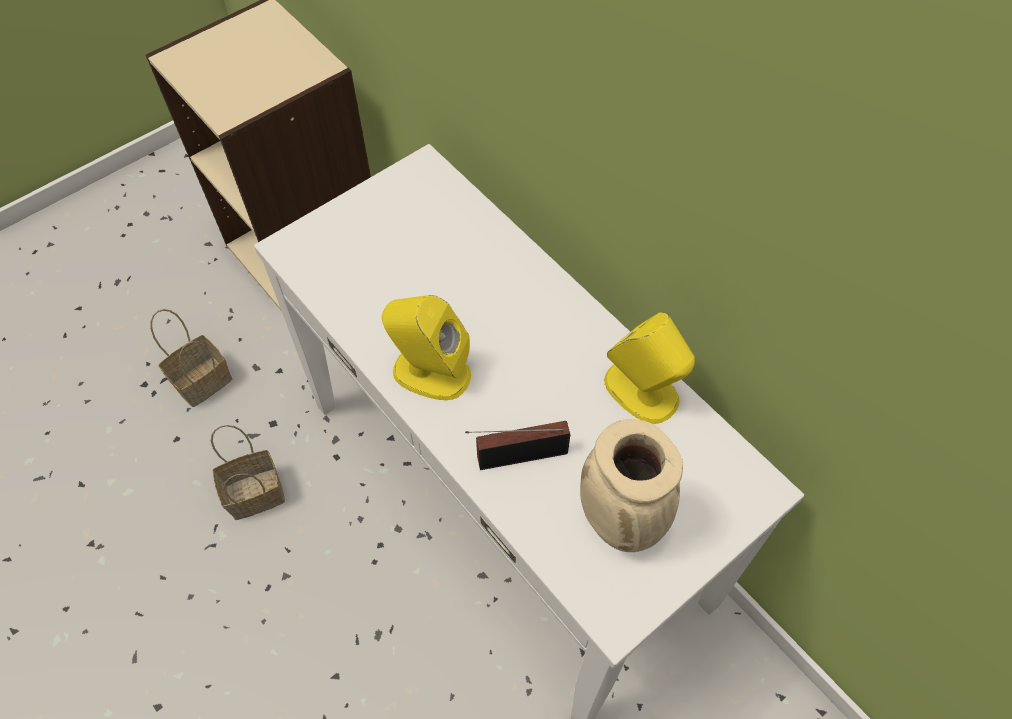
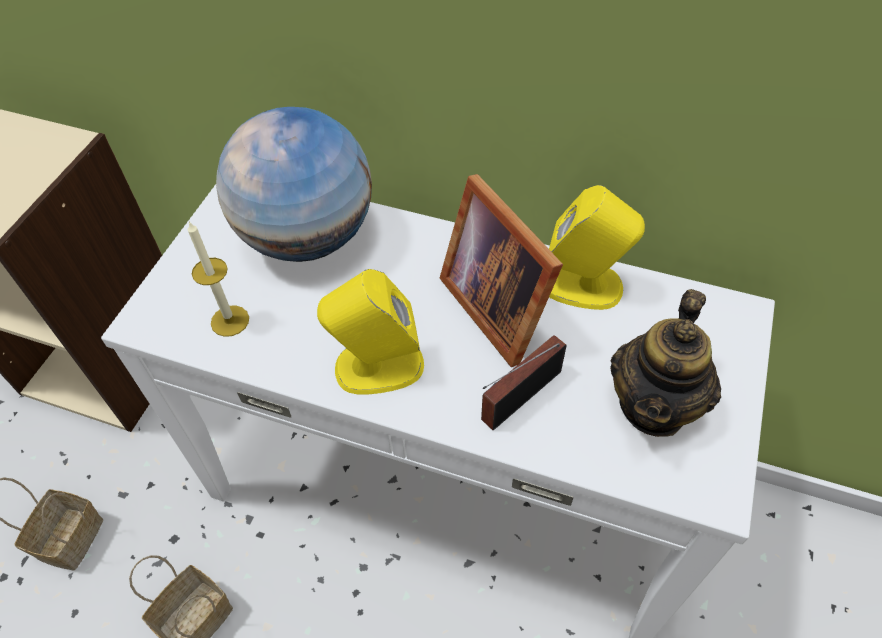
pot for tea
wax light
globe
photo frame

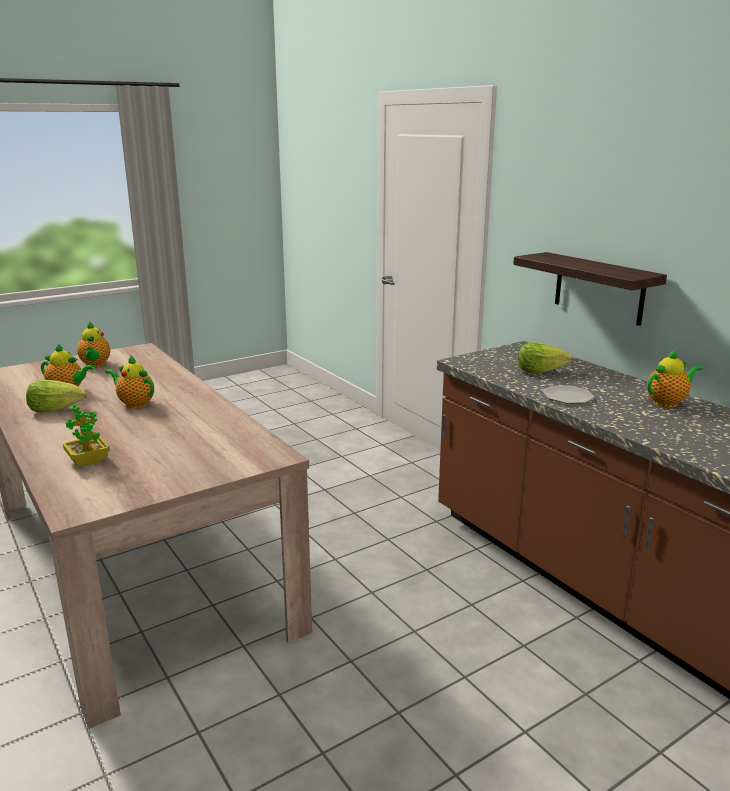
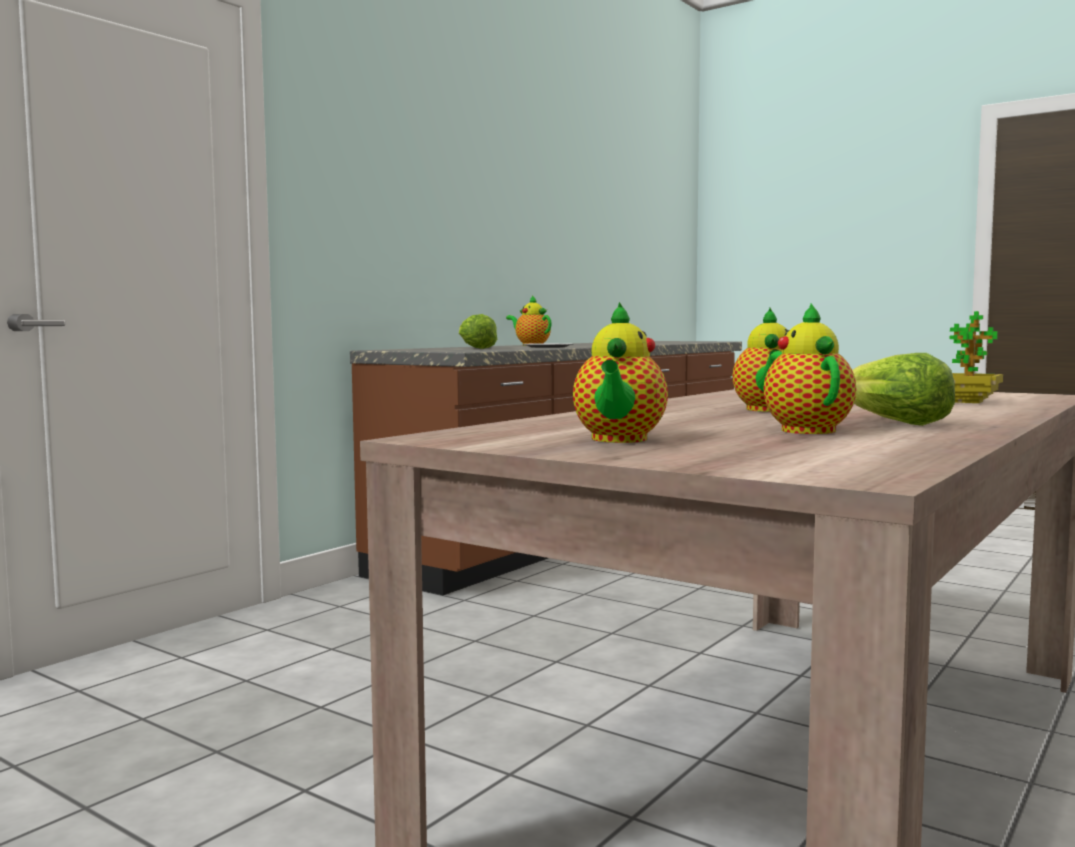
pot for tea (2nd from left)
wall shelf

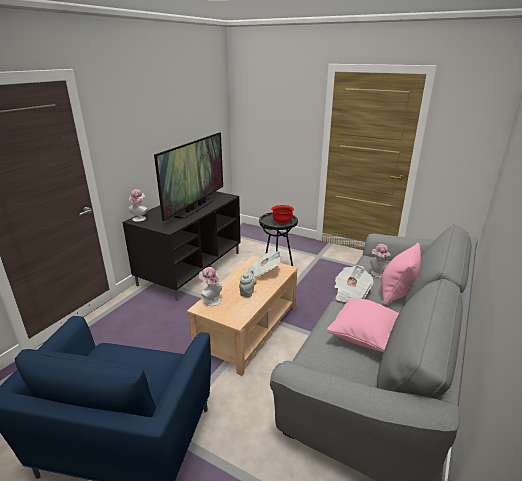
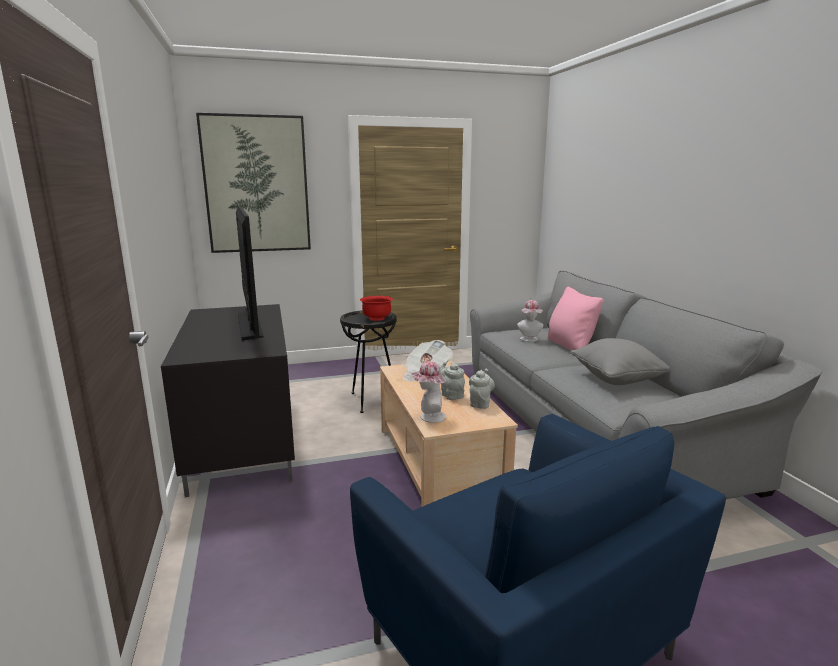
hat (1st from left in the first image)
grey pillow
printed paper (2nd from left in the first image)
wall picture
grey pot for tea (2nd from left)

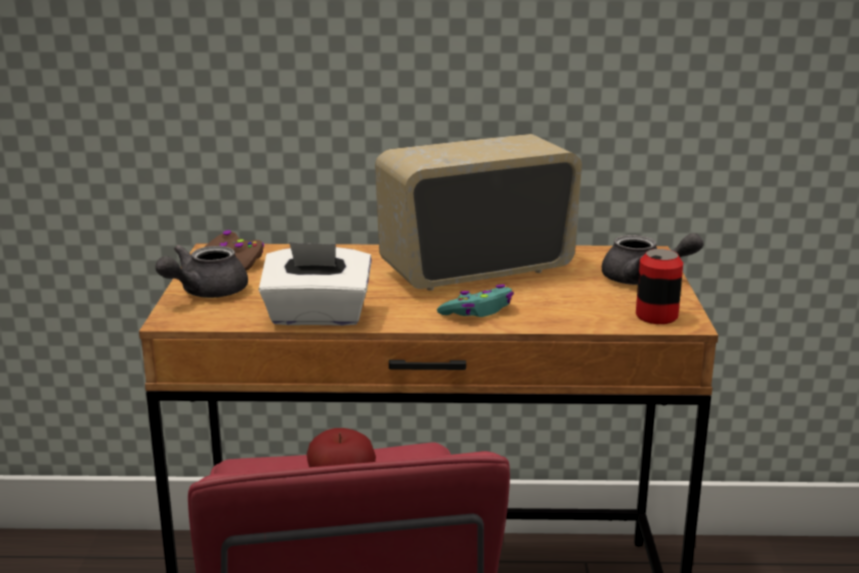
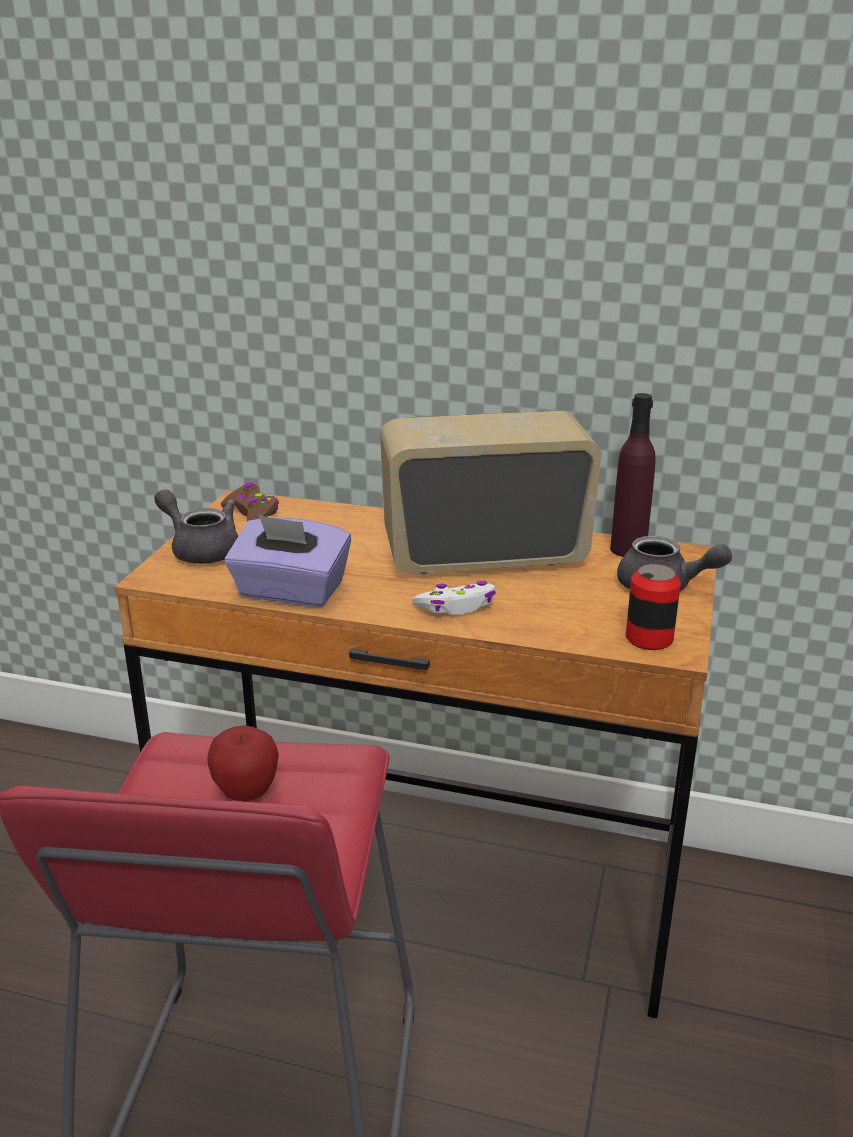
grey pot for tea (1st from left)
purple tissue holder
white gamepad
purple beverage bottle

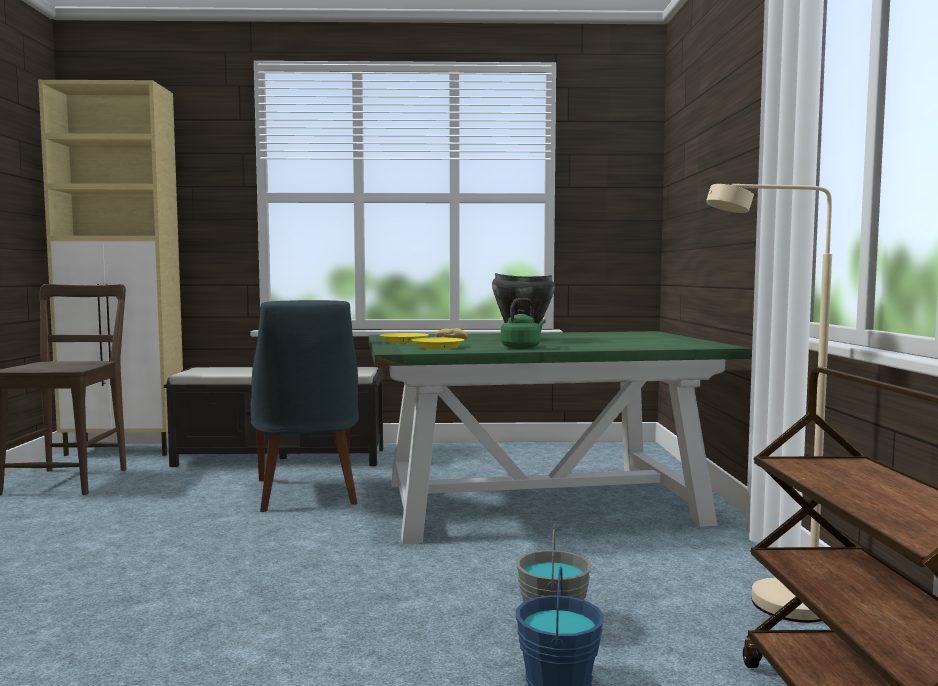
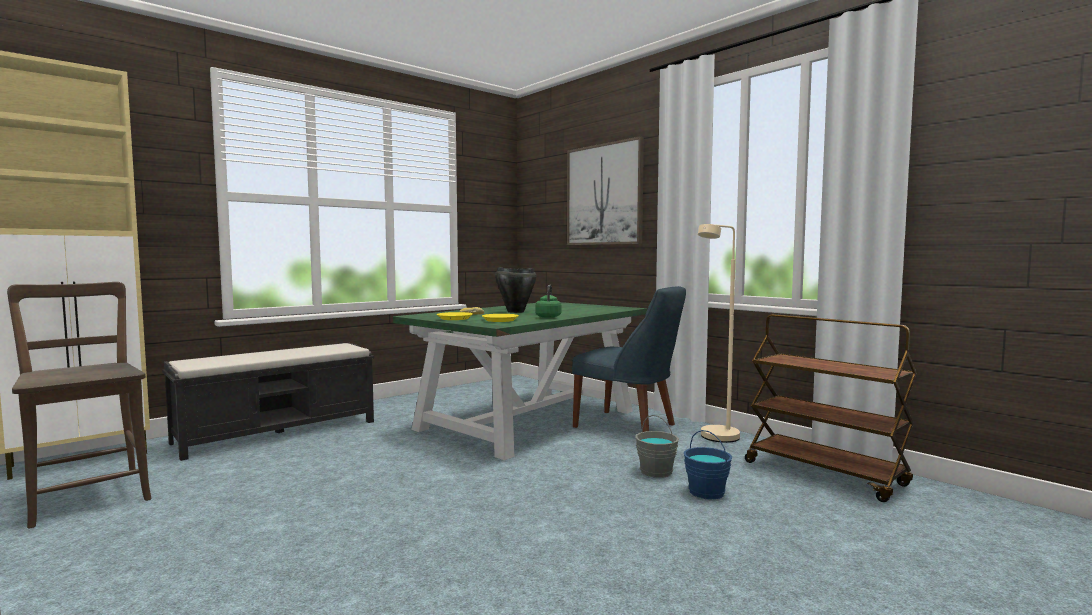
bluish upright chair
wall picture

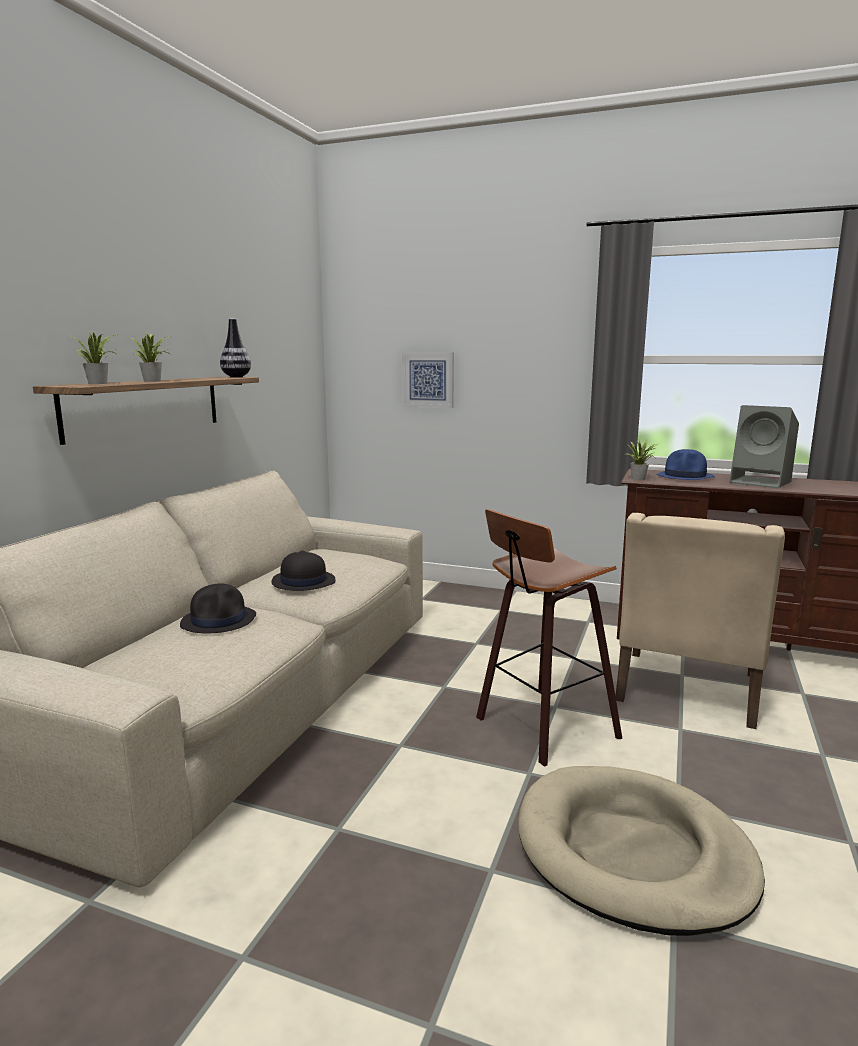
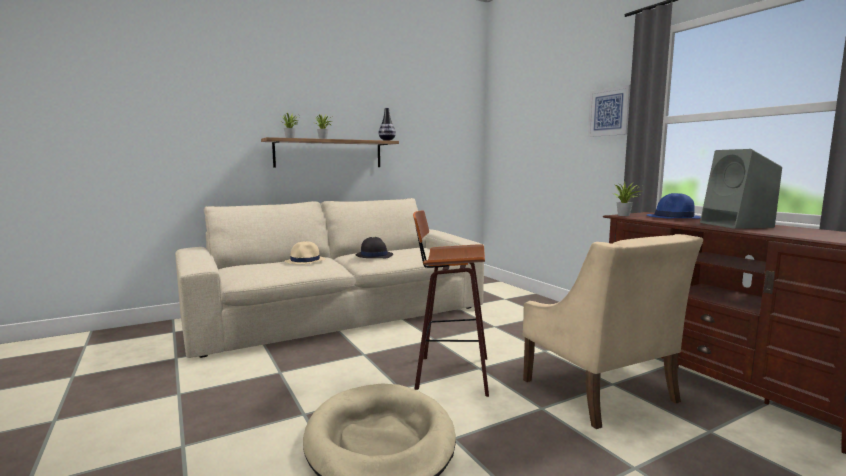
beige hat
wall picture
beige armchair

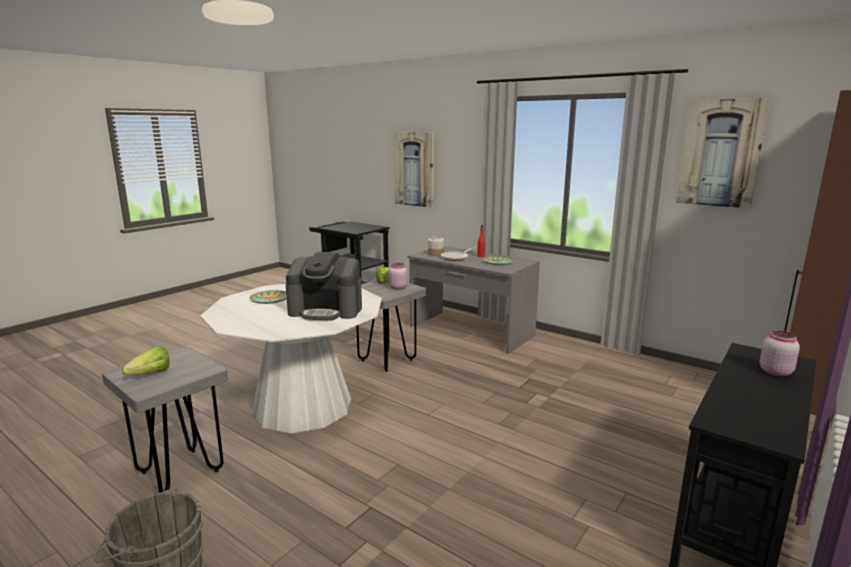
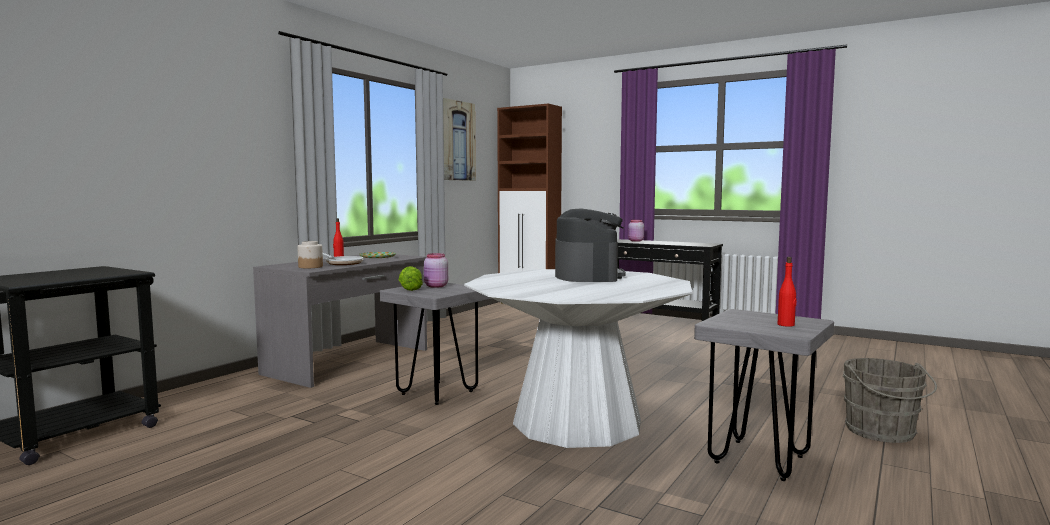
red-coloured beverage bottle (2nd from left)
plate (1st from left in the first image)
wall picture (1st from left in the first image)

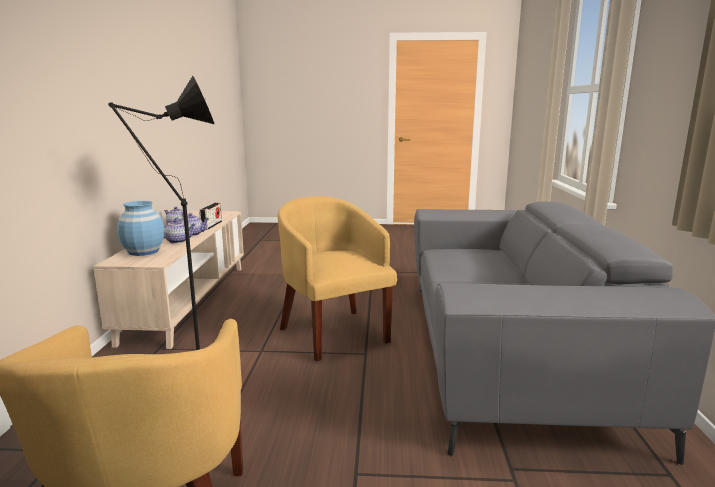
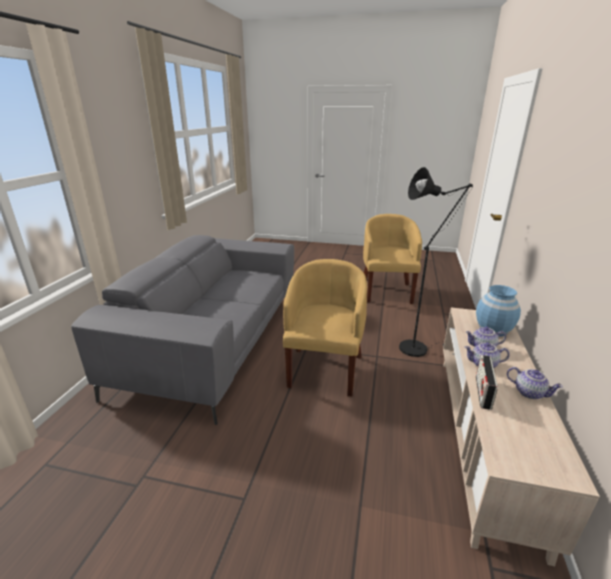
yellow armchair (1st from left)

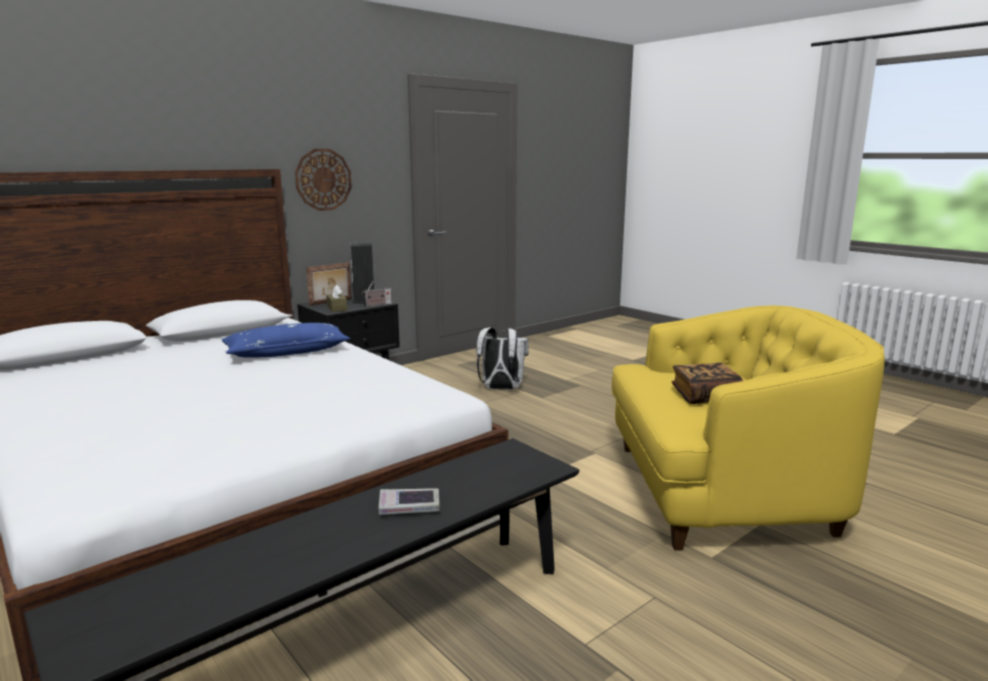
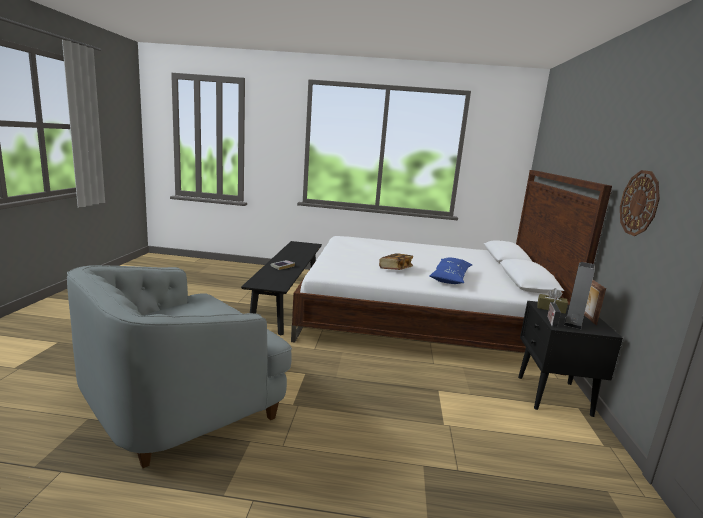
white knapsack
grey armchair
volume (2nd from left)

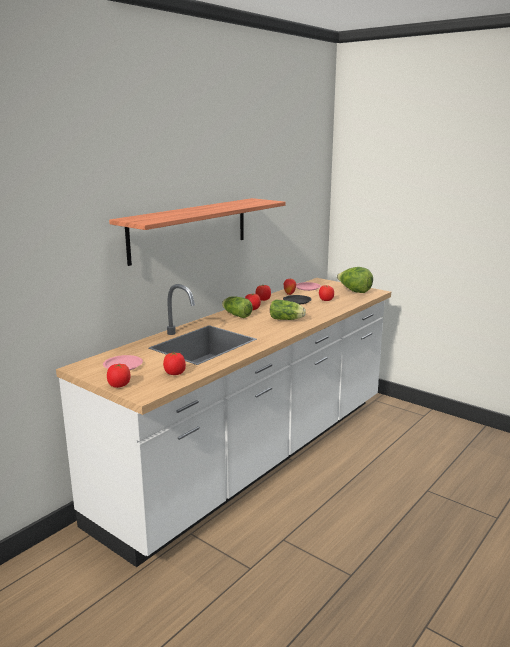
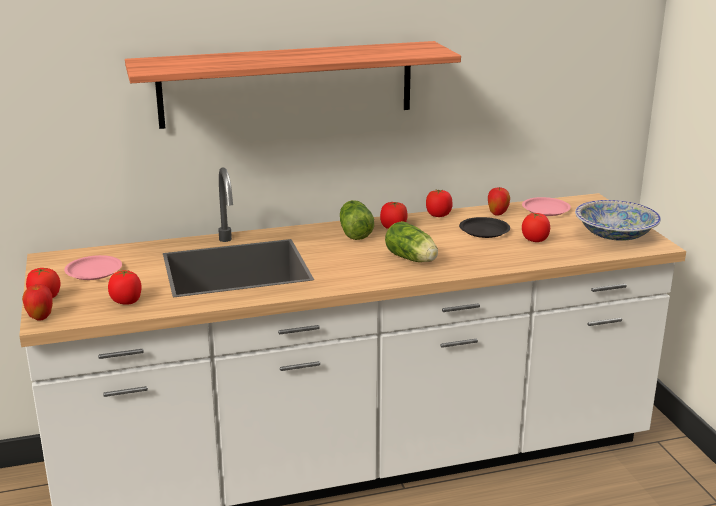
deep dish
whole apple (1st from left)

